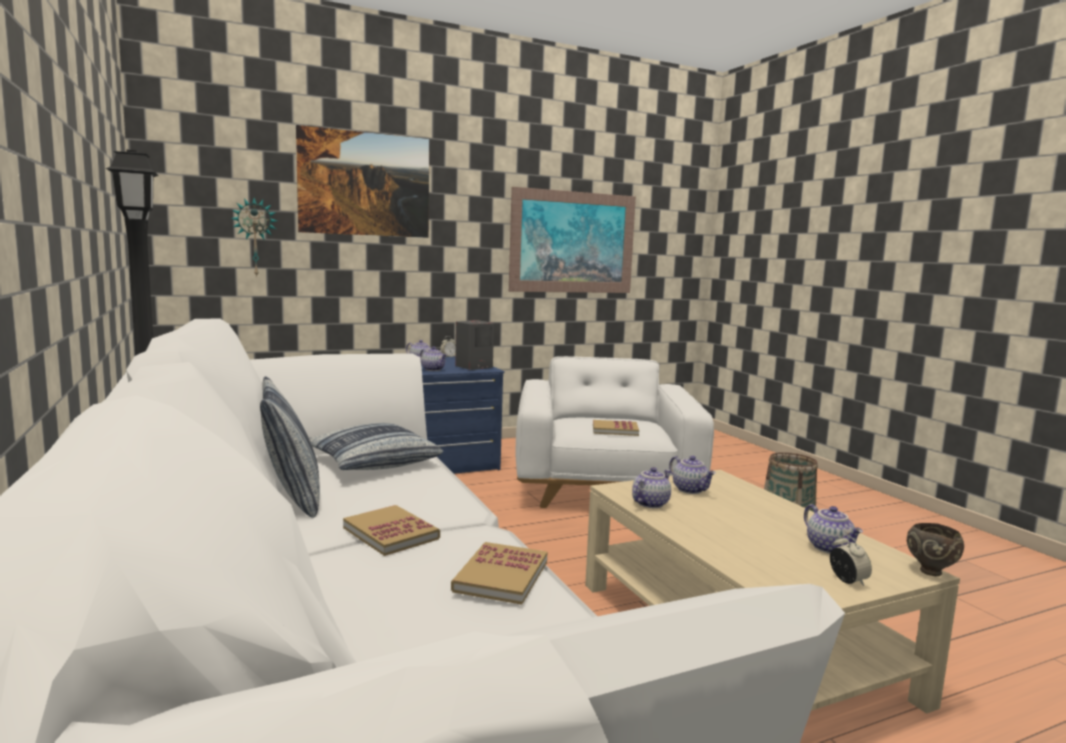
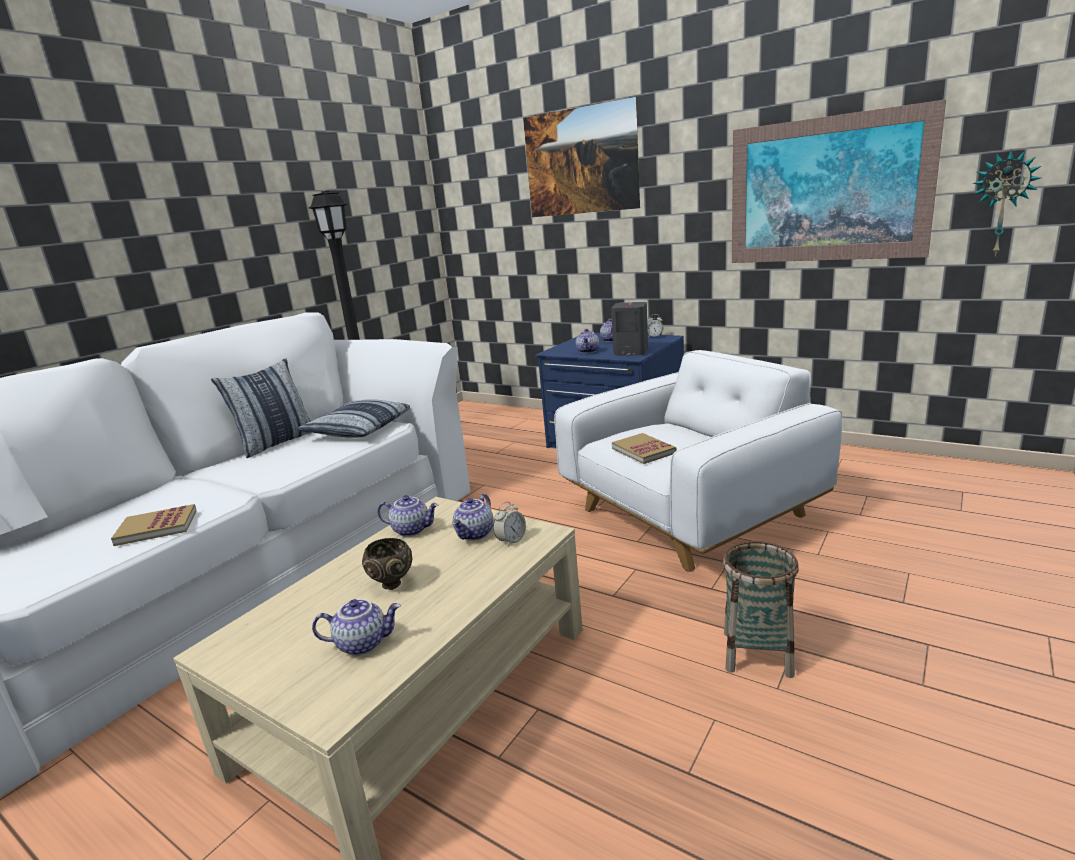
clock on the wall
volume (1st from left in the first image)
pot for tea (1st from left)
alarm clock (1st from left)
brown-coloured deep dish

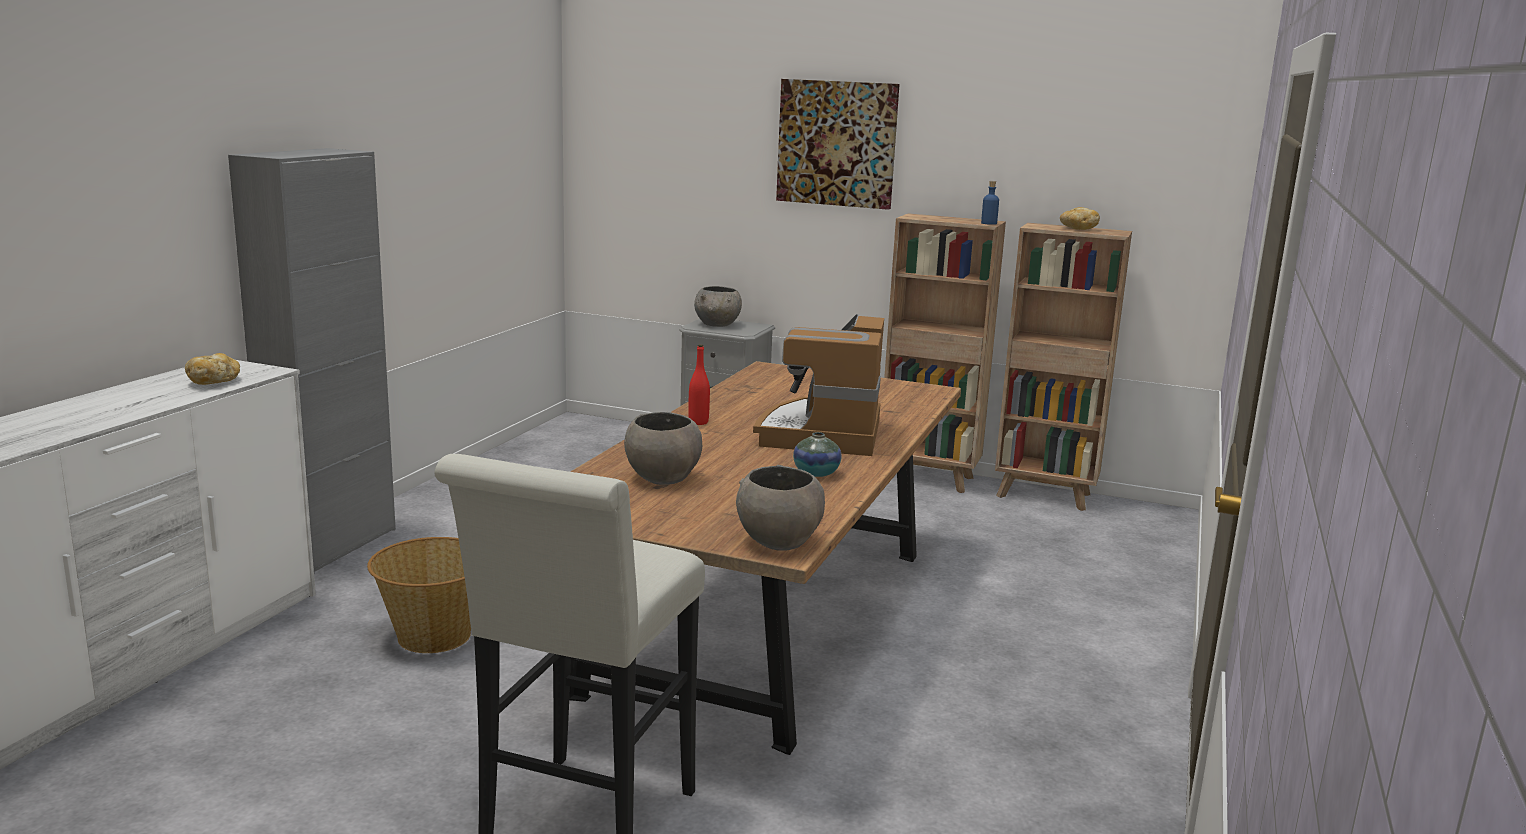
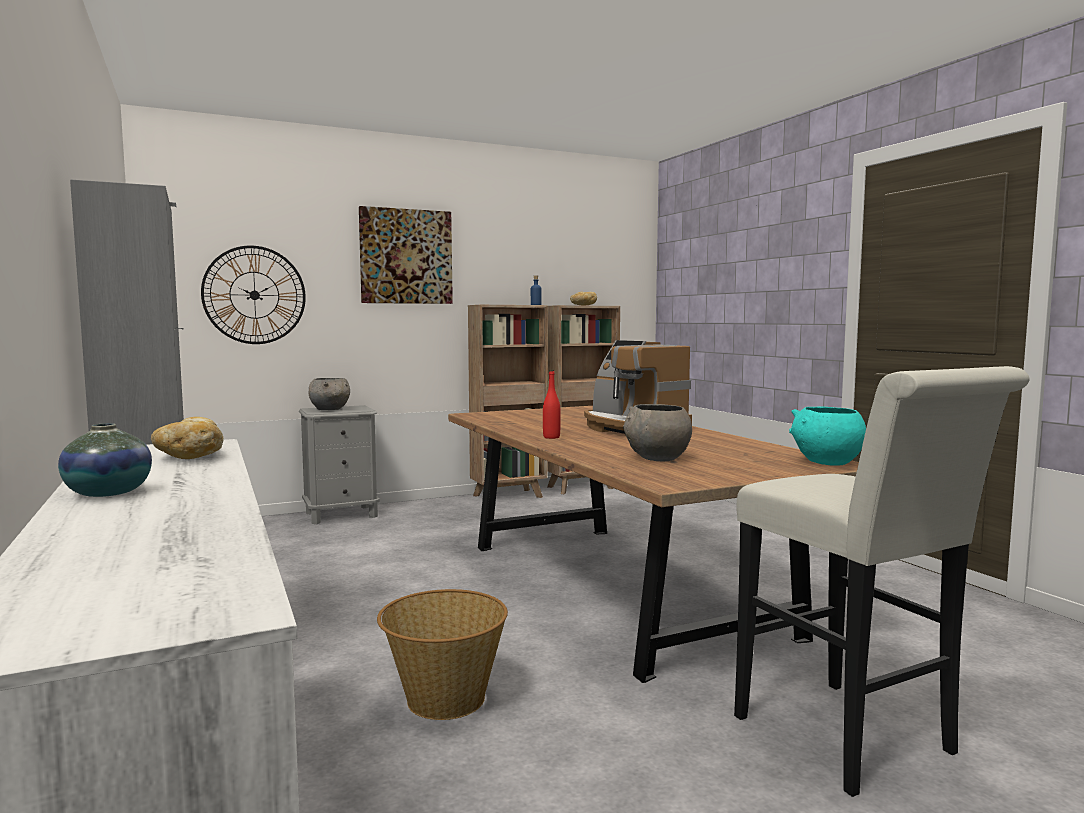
turquoise deep dish
decorative vase
clock on the wall

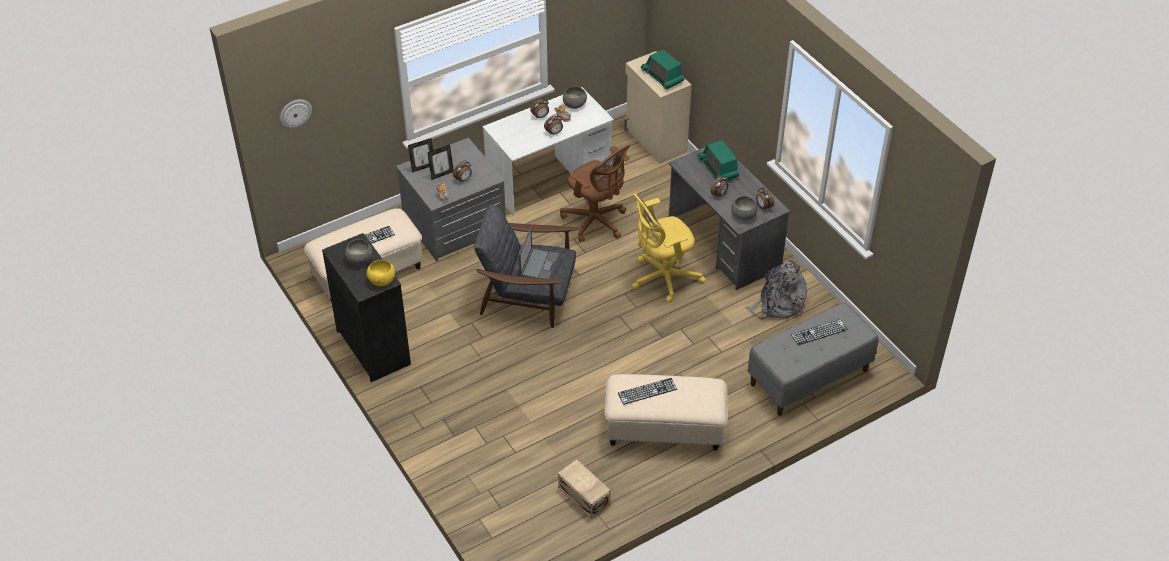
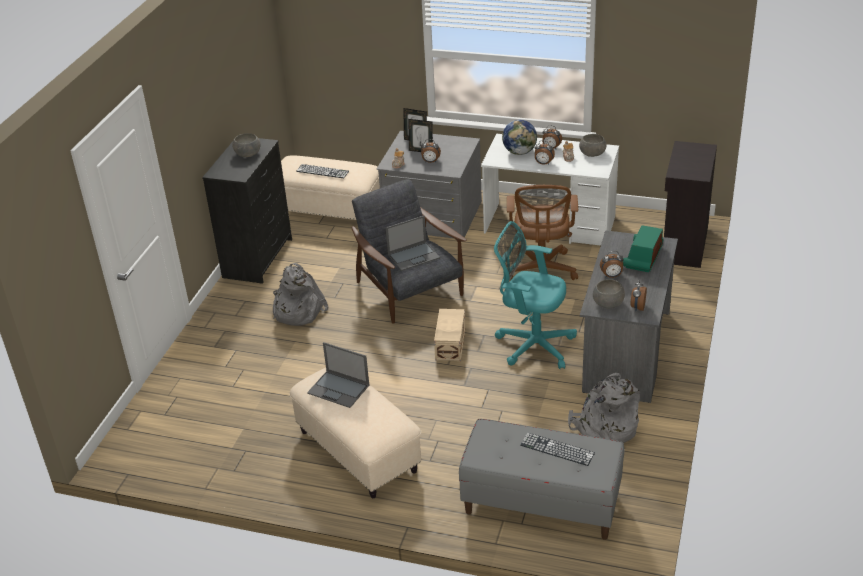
clock on the wall
yellow deep dish
beige storage box
laptop (1st from left)
blackish cabinet
turquoise computer chair
radio receiver (1st from left in the first image)
grey knapsack (1st from left)
globe

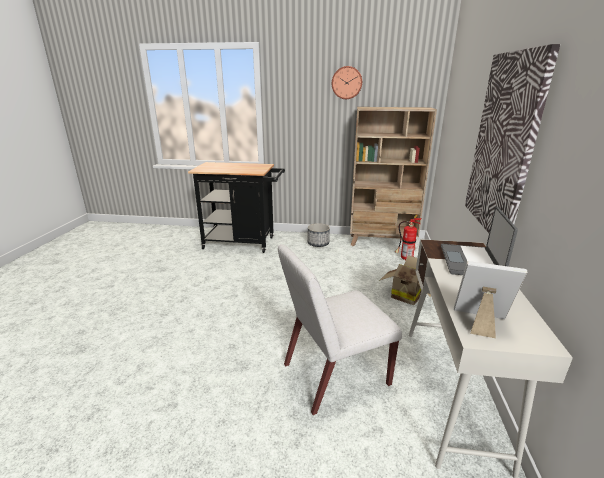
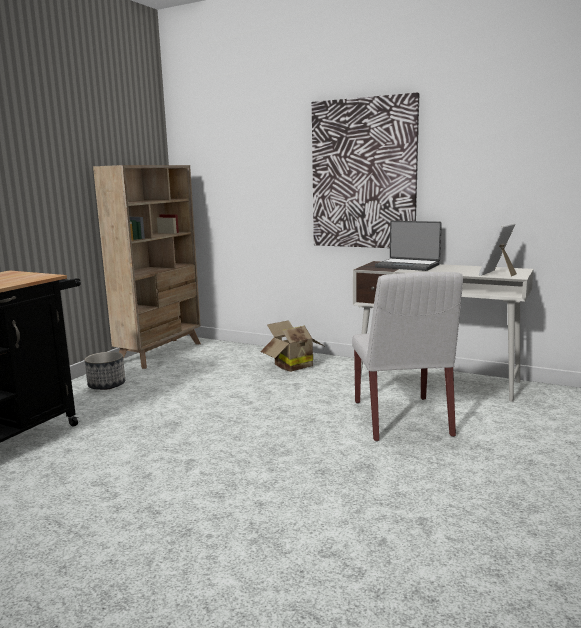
clock on the wall
extinguisher

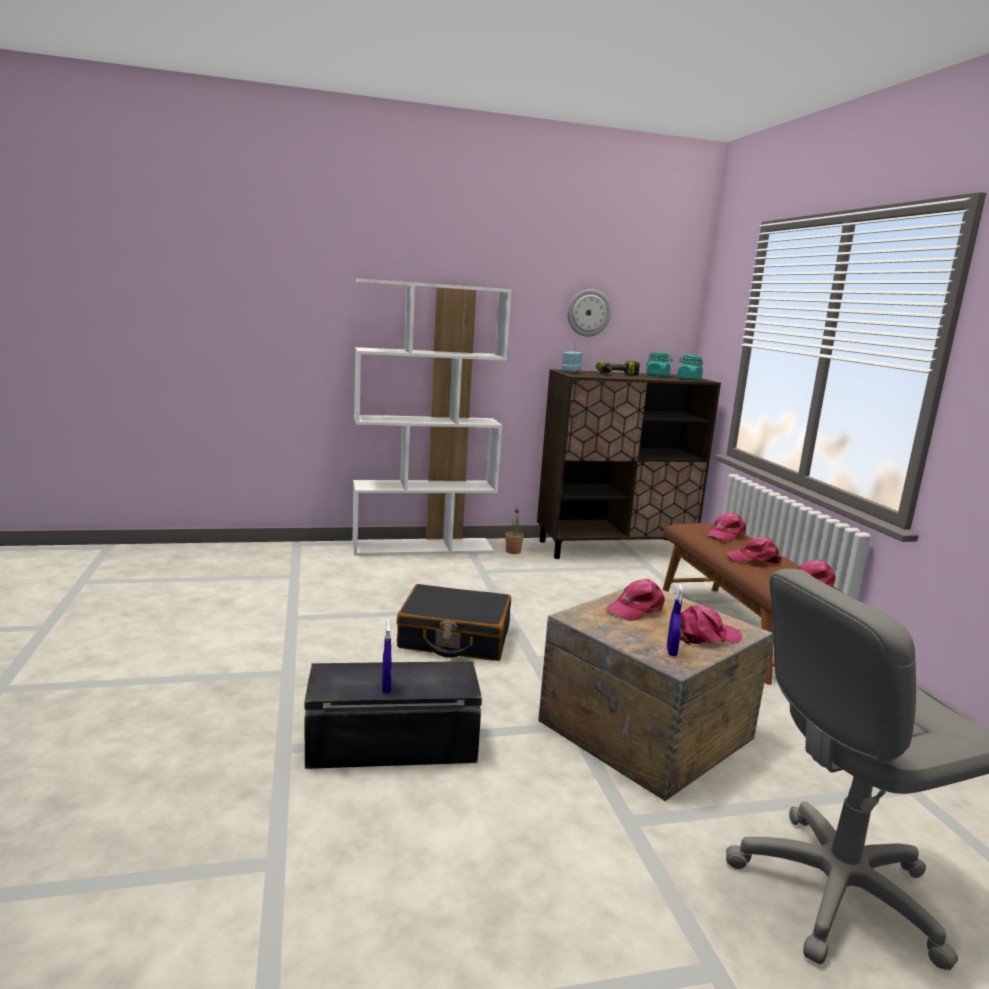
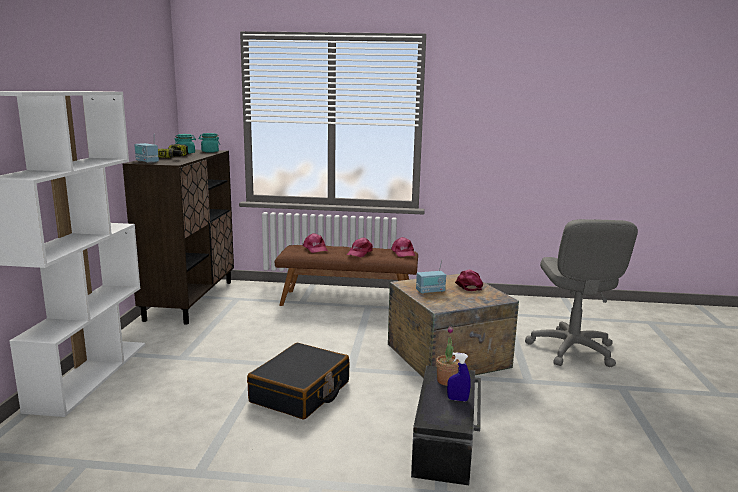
houseplant
clock on the wall
radio receiver (2nd from left)
bluish hand sprayer (2nd from left in the first image)

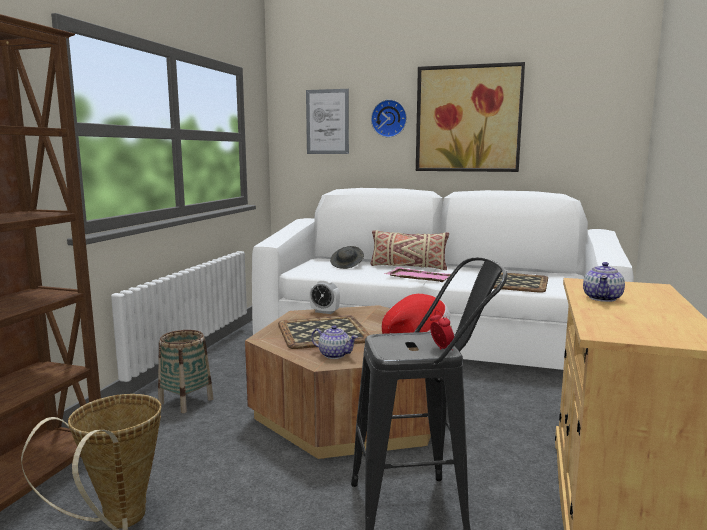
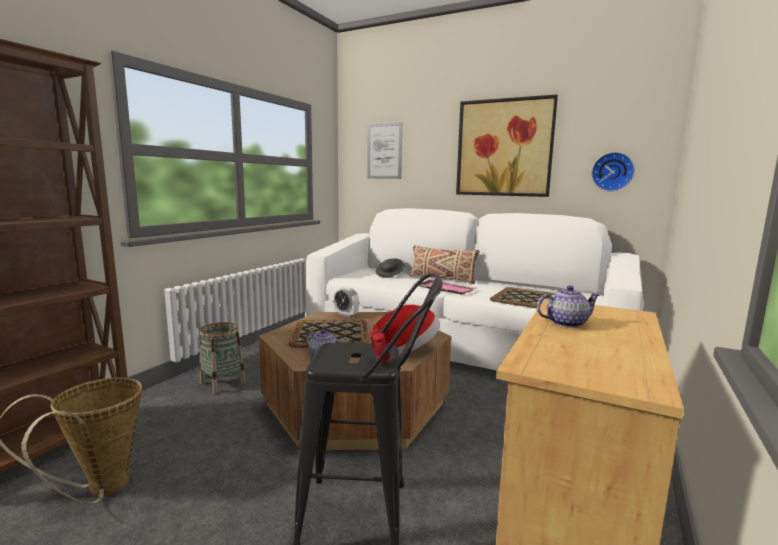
clock on the wall
pot for tea (2nd from left)

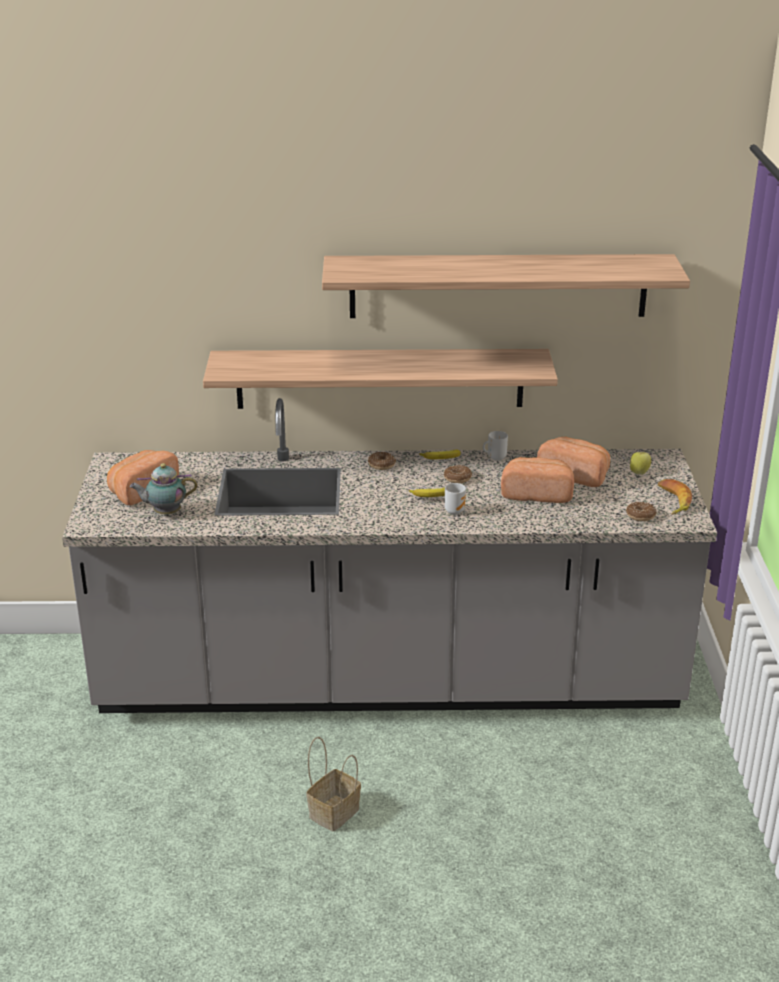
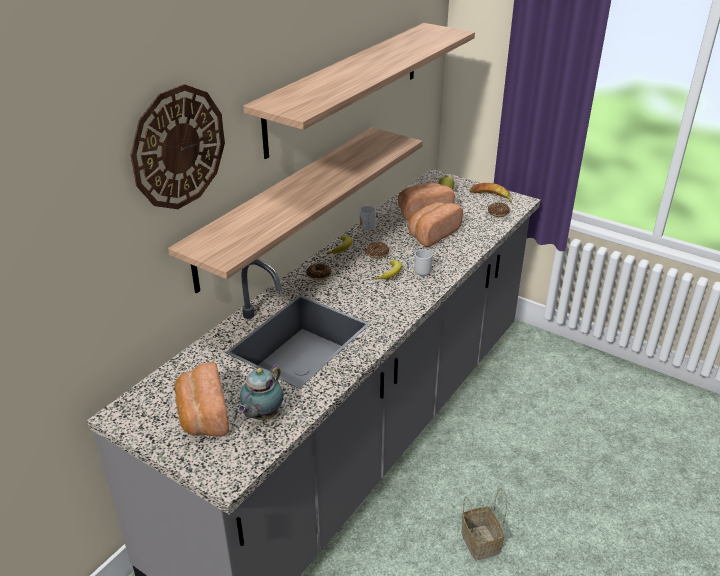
clock on the wall

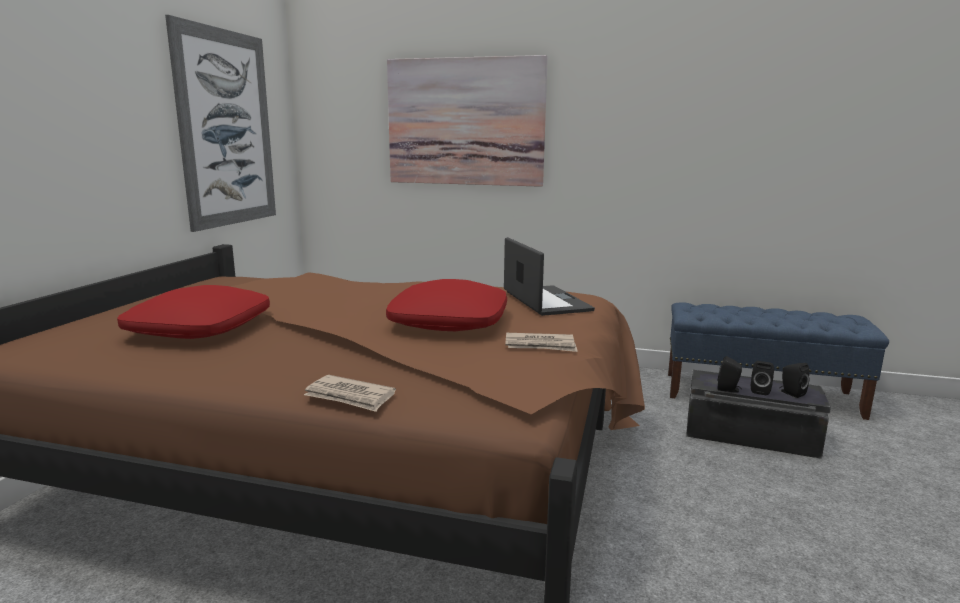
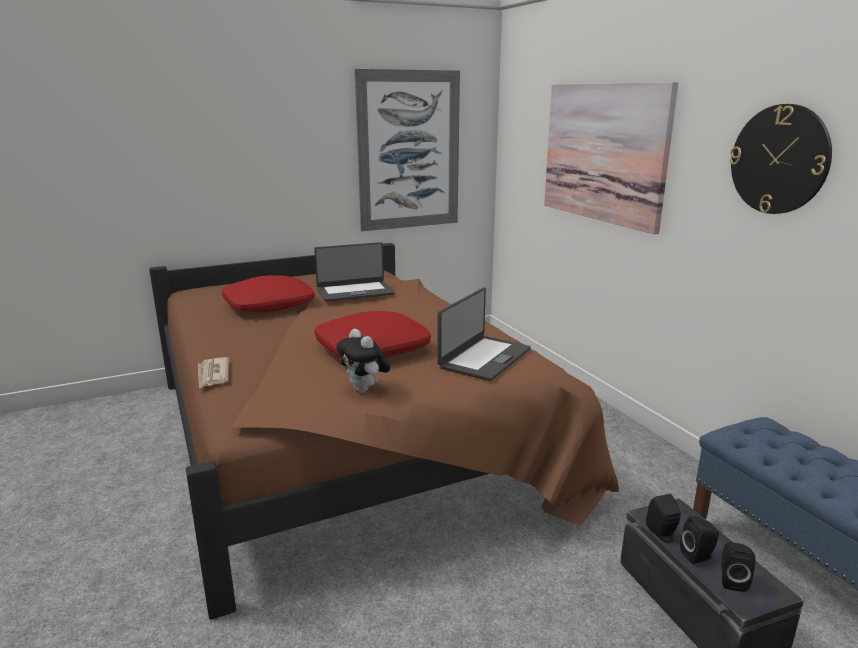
soft toy
laptop (1st from left)
clock on the wall

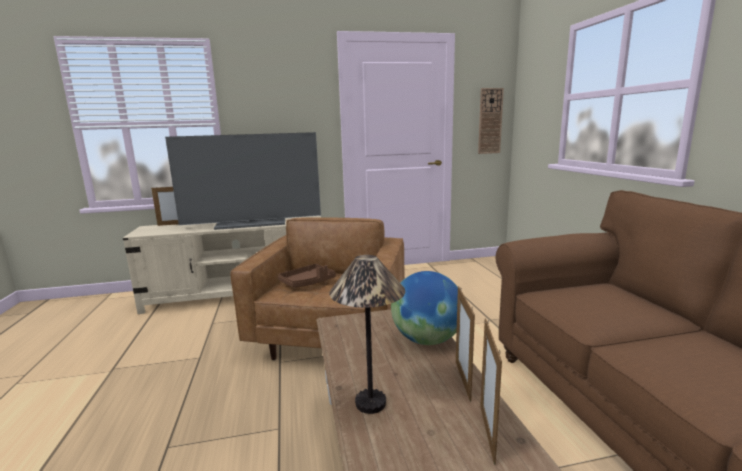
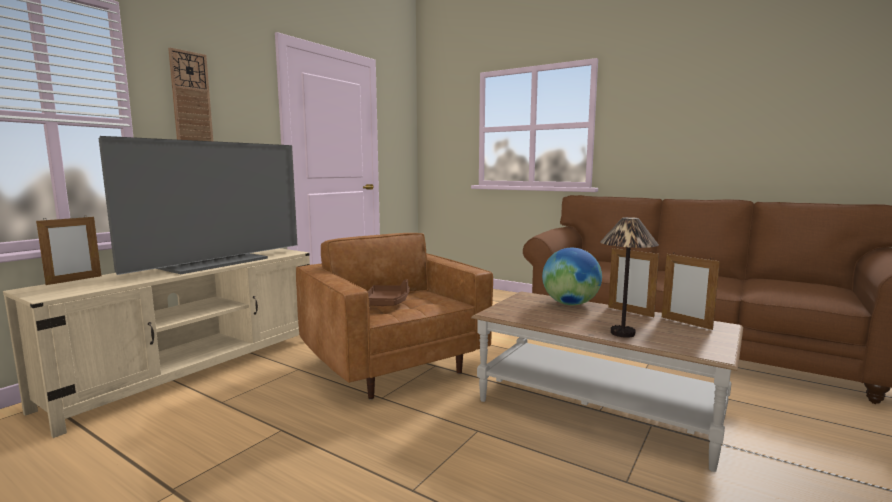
clock on the wall

